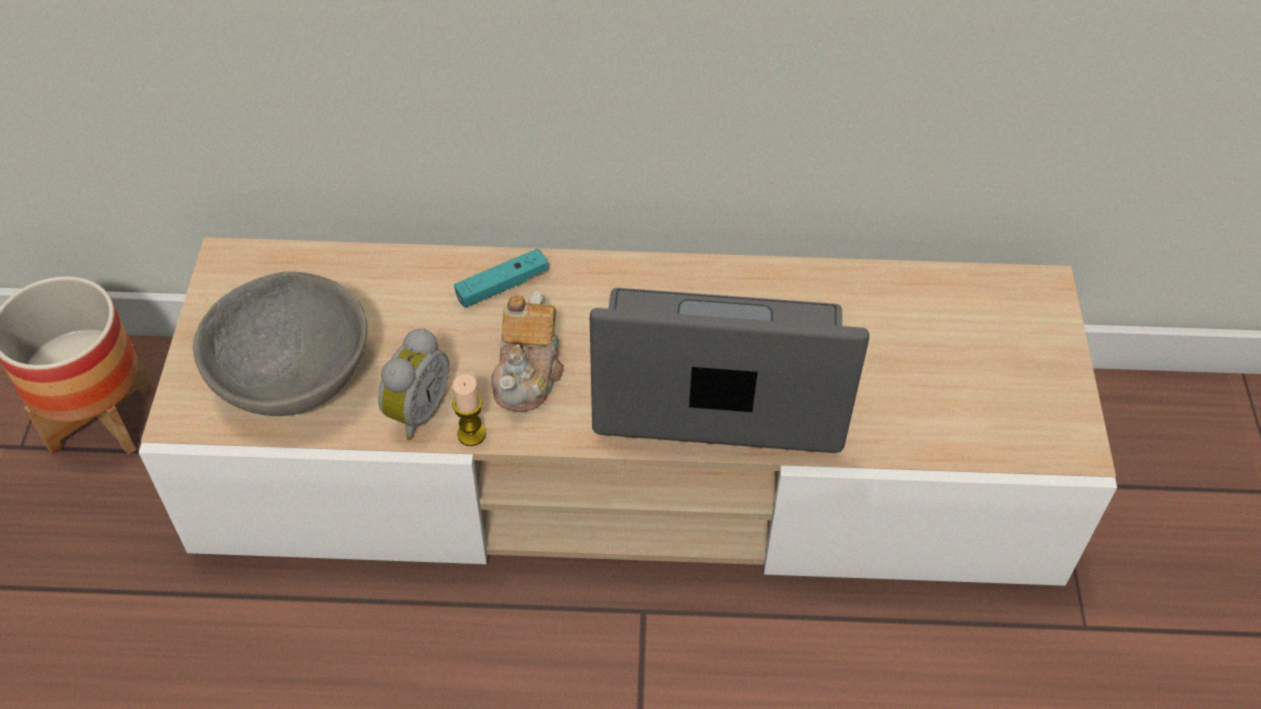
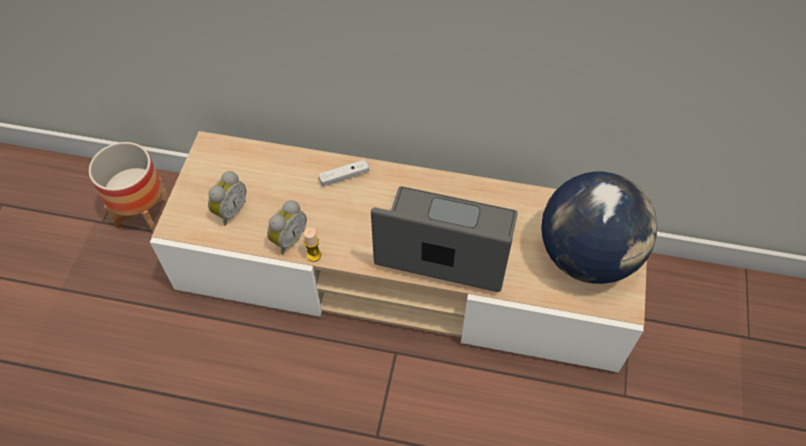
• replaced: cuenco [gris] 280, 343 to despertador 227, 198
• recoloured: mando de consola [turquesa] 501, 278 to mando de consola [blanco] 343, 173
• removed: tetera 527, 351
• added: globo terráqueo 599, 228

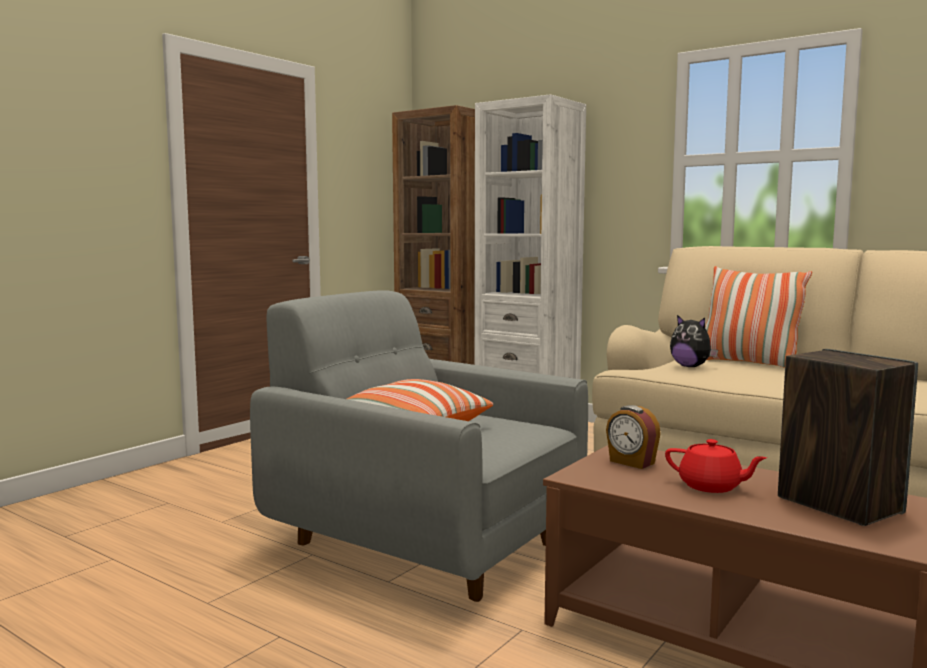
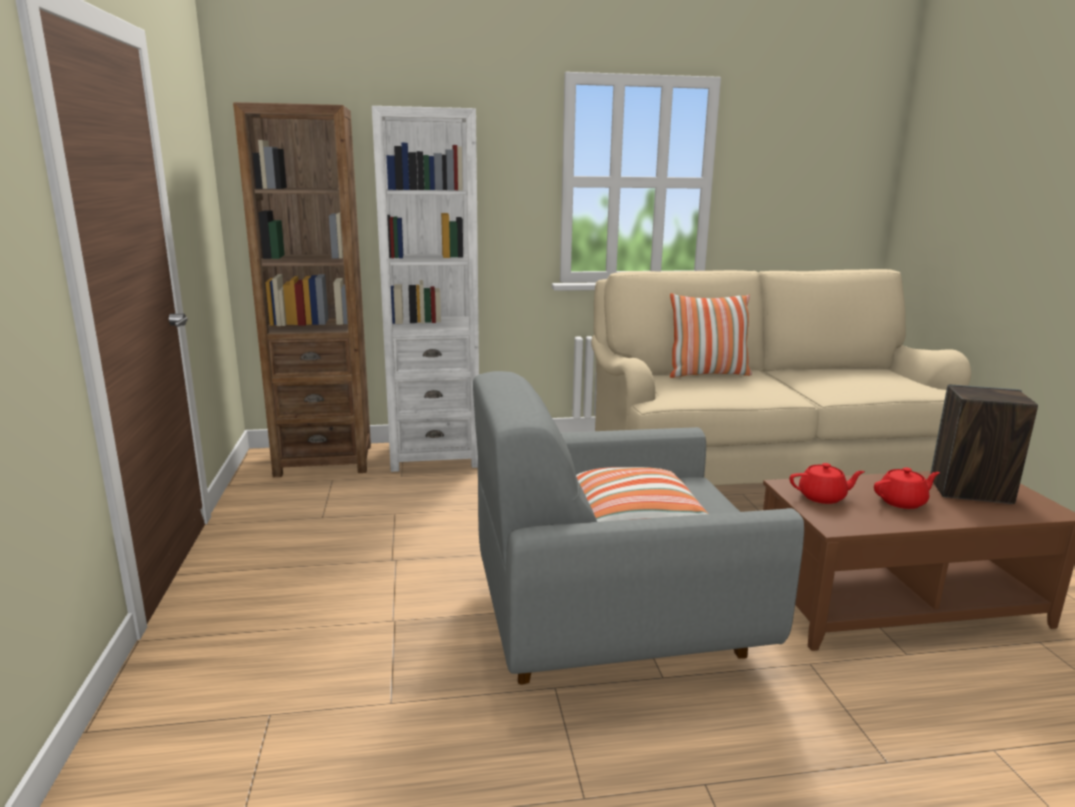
• replaced: despertador 633, 437 to tetera [rojo] 827, 483
• removed: peluche 694, 341

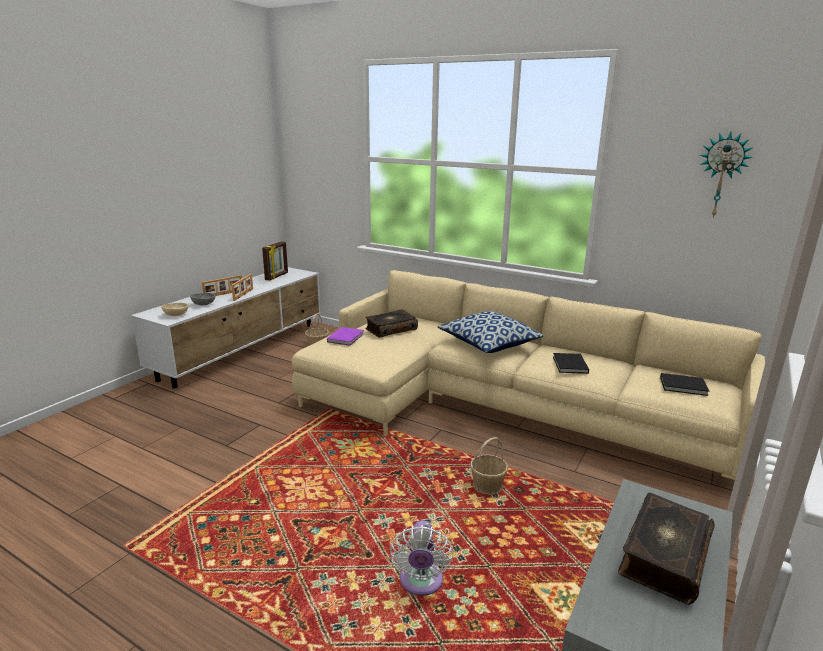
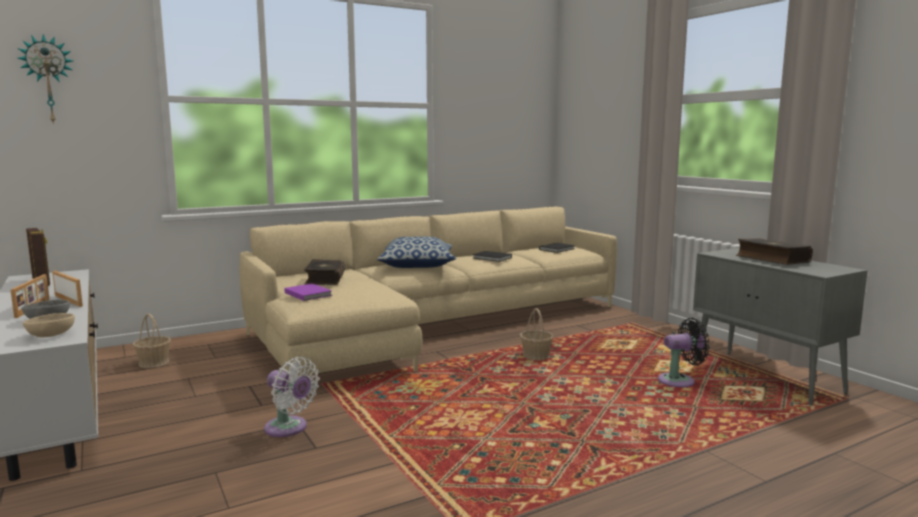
• moved: ventilador [blanco] 421, 558 to 292, 397
• moved: reloj de pared 726, 175 to 45, 79
• added: ventilador [negro] 684, 353

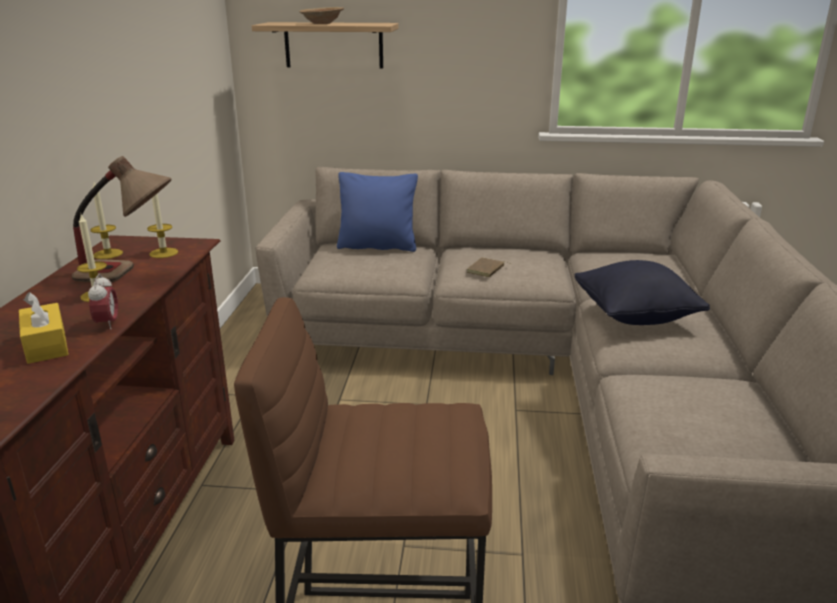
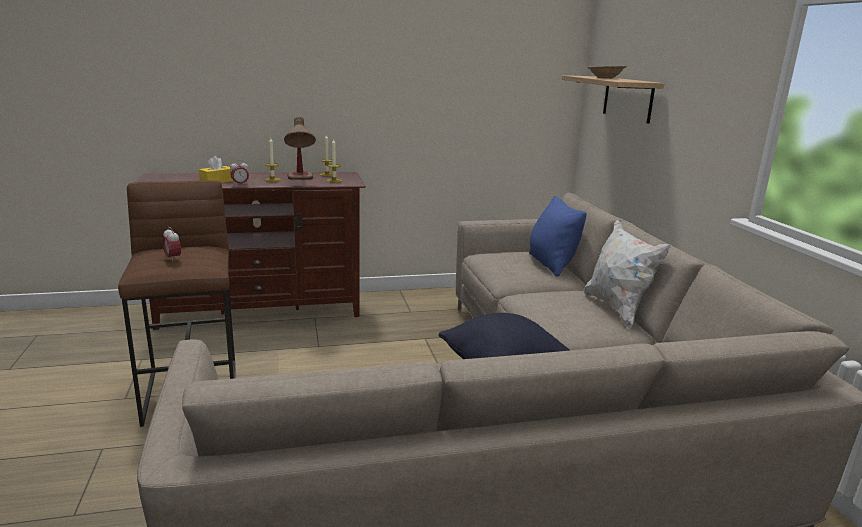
• removed: libro [marrón] 489, 267
• added: despertador 171, 244
• added: cojín [blanco] 627, 274

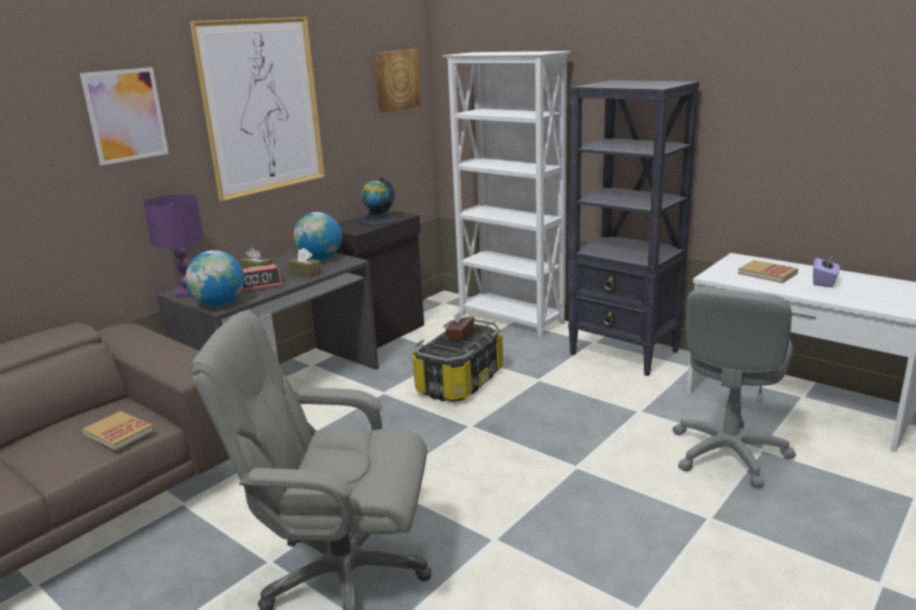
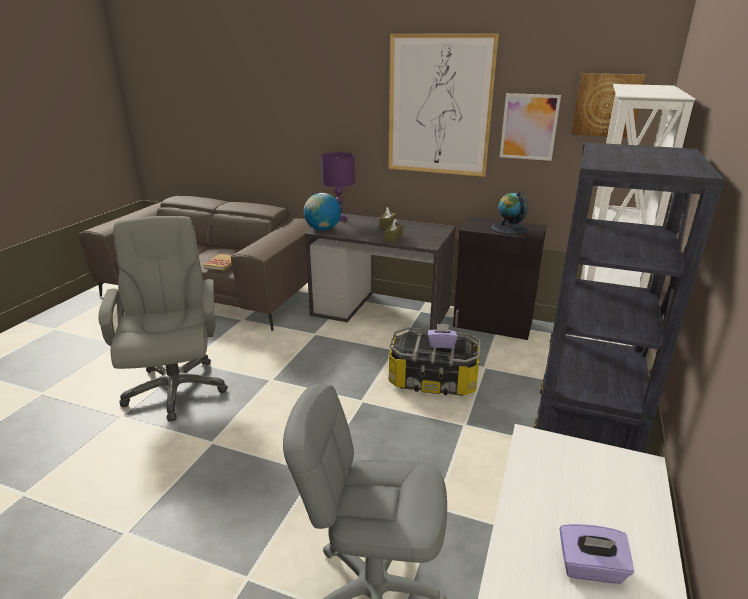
• moved: cuadro 124, 116 to 530, 127
• removed: despertador 261, 278
• removed: globo terráqueo 317, 236
• recoloured: caja de pañuelos [marrón] 460, 326 to caja de pañuelos [morado] 442, 336
• removed: libro 768, 271

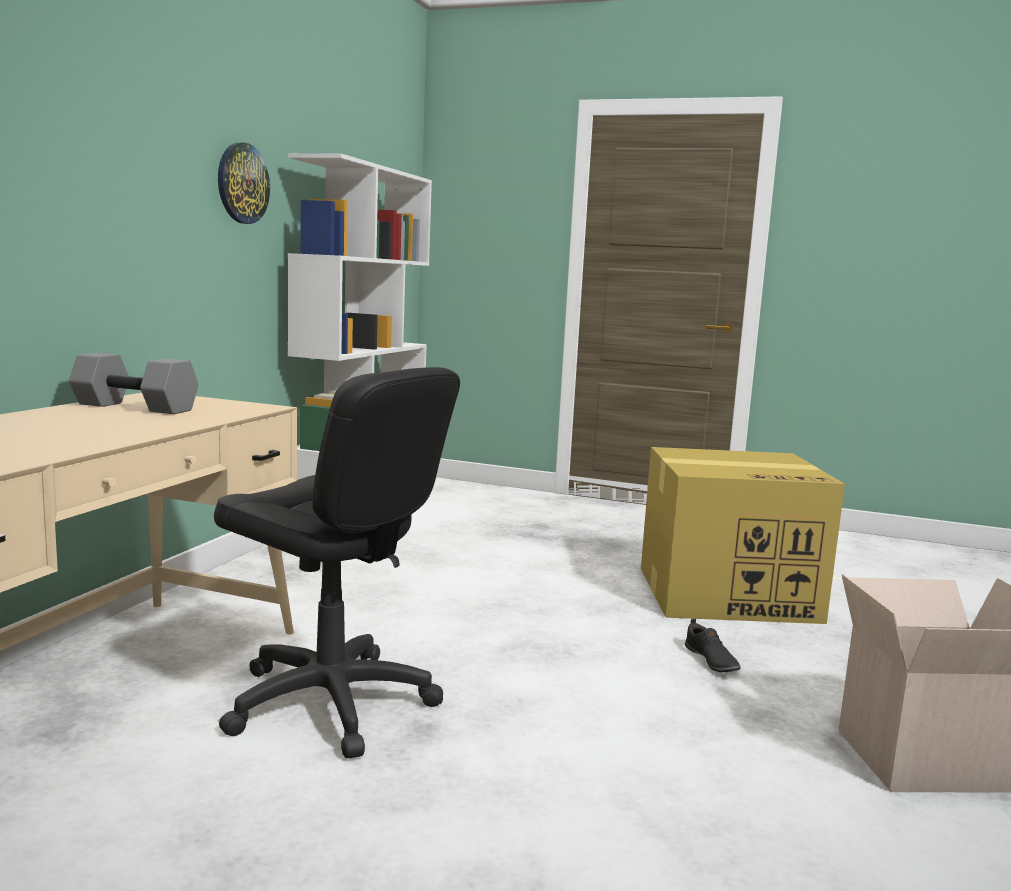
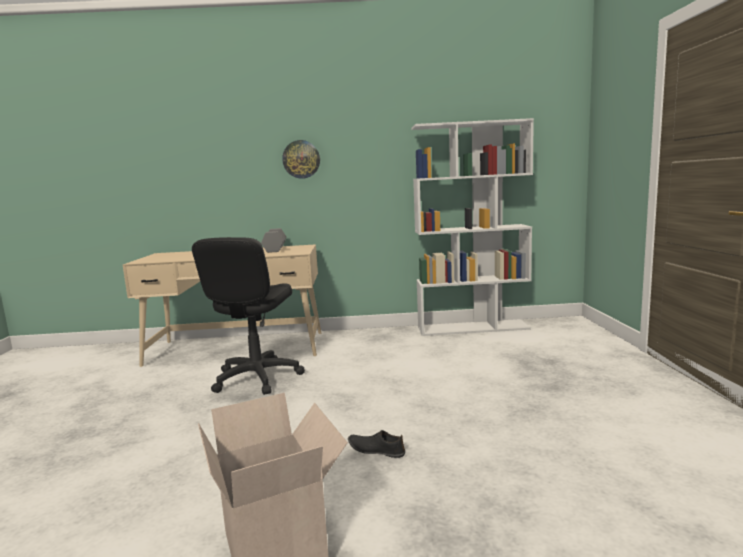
• moved: reloj de pared 244, 183 to 301, 159
• removed: caja de cartón 743, 535
• turned: zapato [negro] 713, 645 = 376, 444 60 degrees clockwise

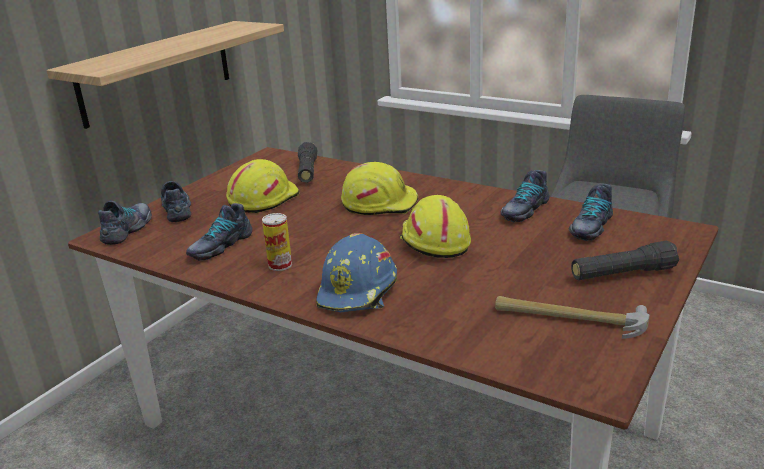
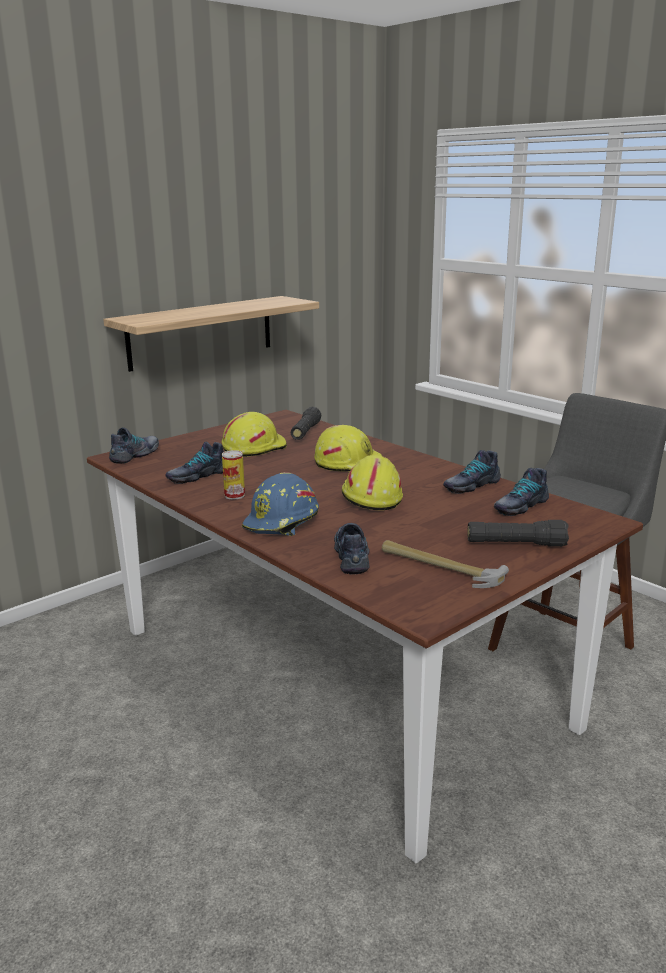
• moved: zapato 176, 201 to 352, 549

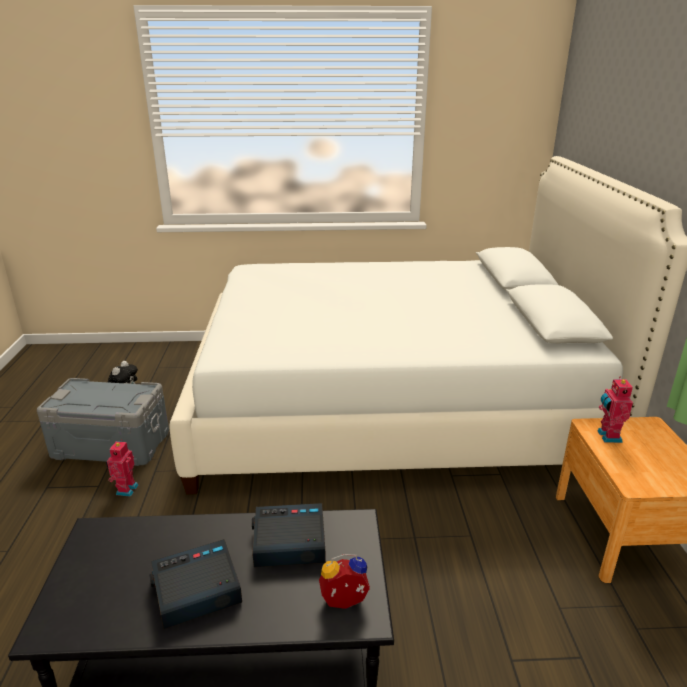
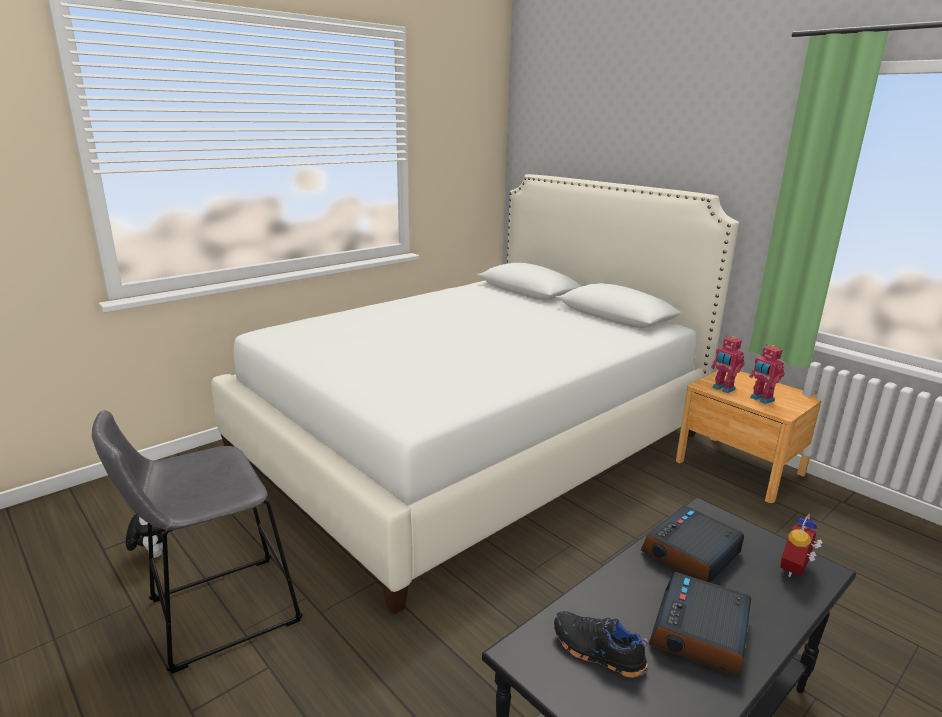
• replaced: caja de almacenaje [gris] 103, 422 to taburete [gris] 197, 542
• moved: robot de juguete 122, 468 to 767, 374
• added: zapato [negro] 601, 644

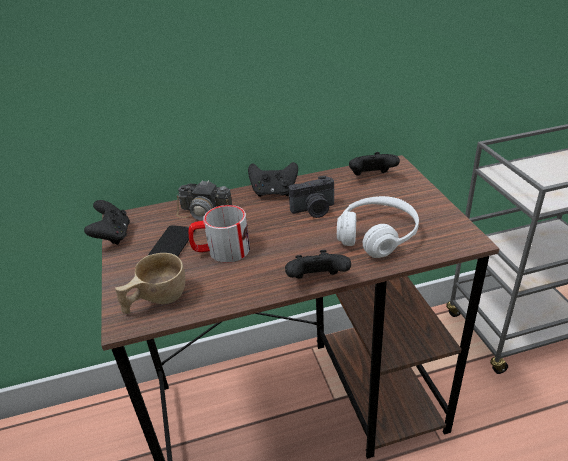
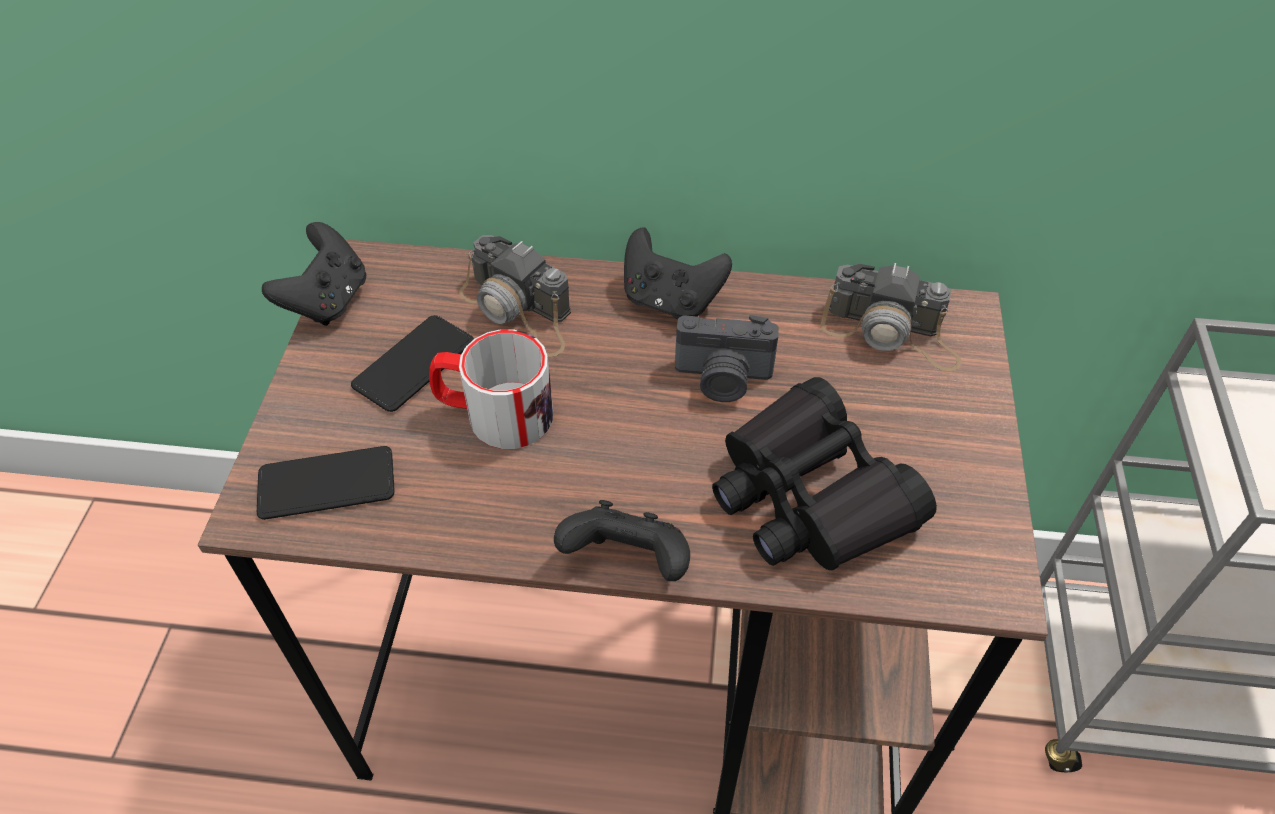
• replaced: taza [beis] 150, 283 to móvil 326, 483
• replaced: auriculares [blanco] 378, 227 to prismáticos [negro] 824, 473
• replaced: mando de consola [negro] 374, 164 to cámara 891, 317

